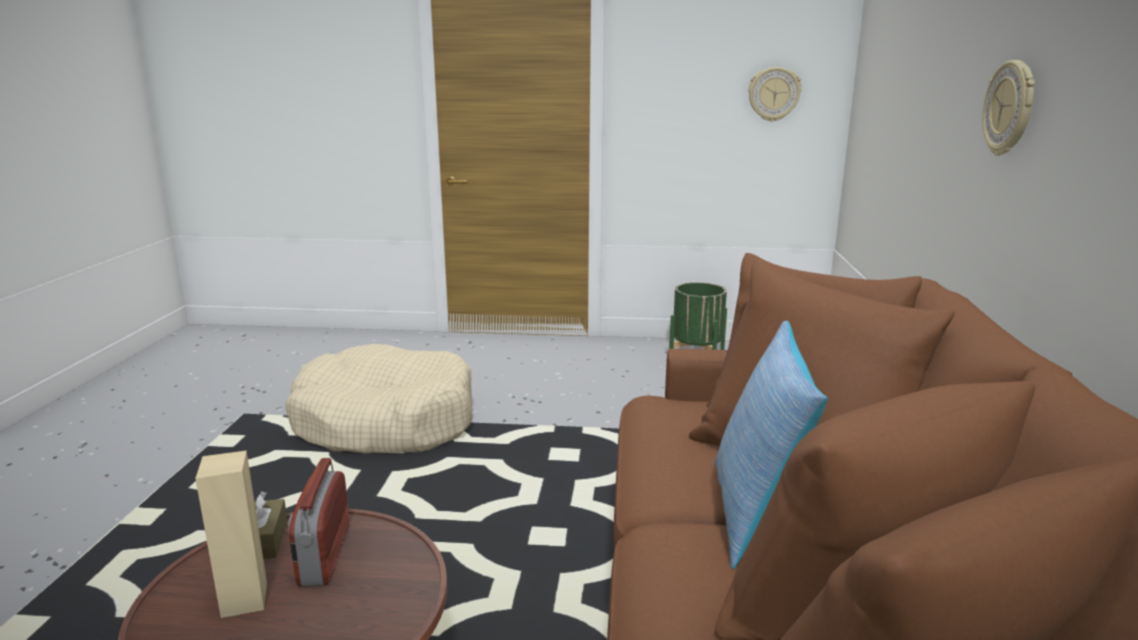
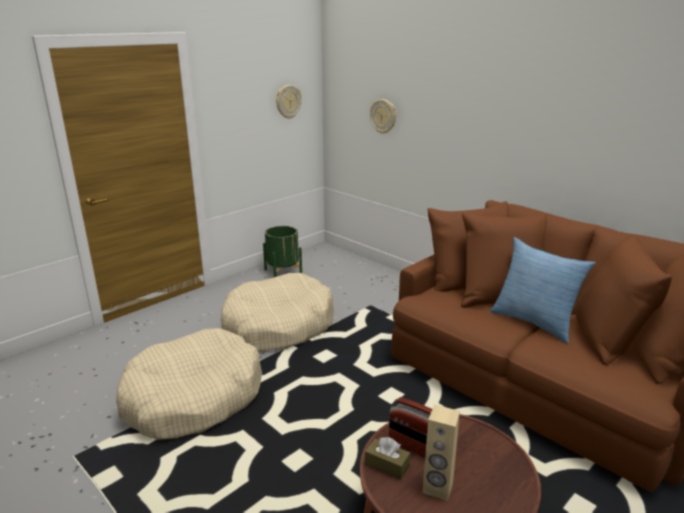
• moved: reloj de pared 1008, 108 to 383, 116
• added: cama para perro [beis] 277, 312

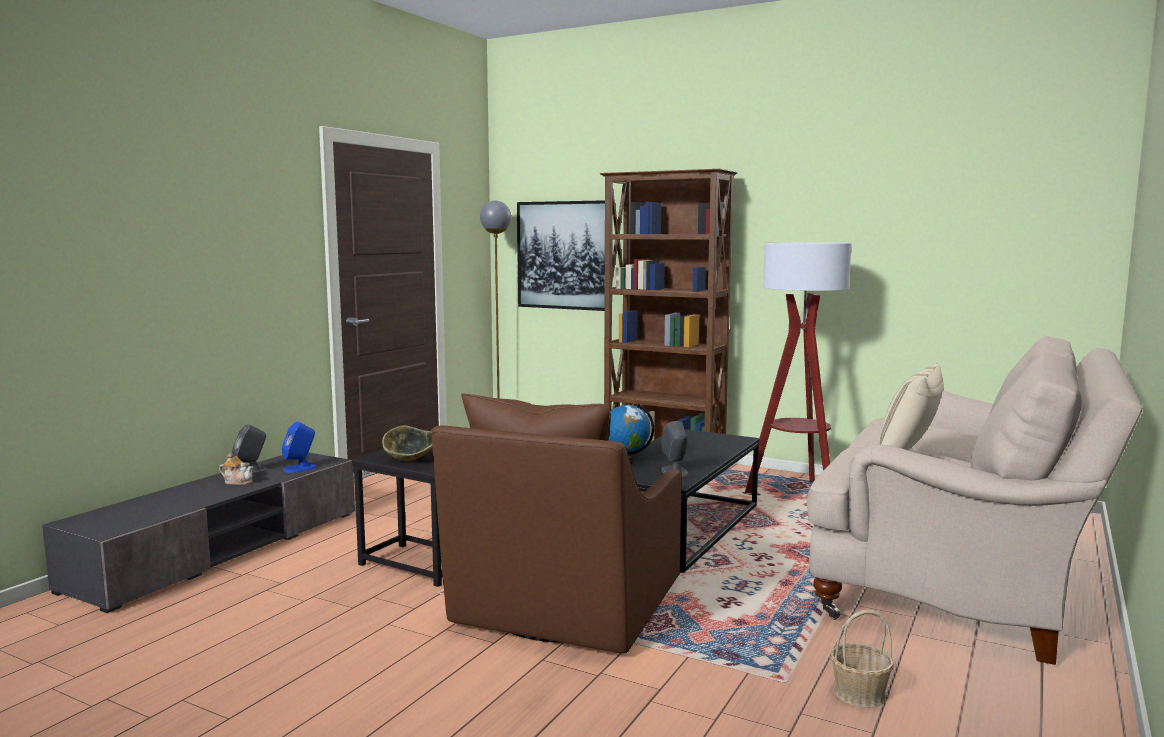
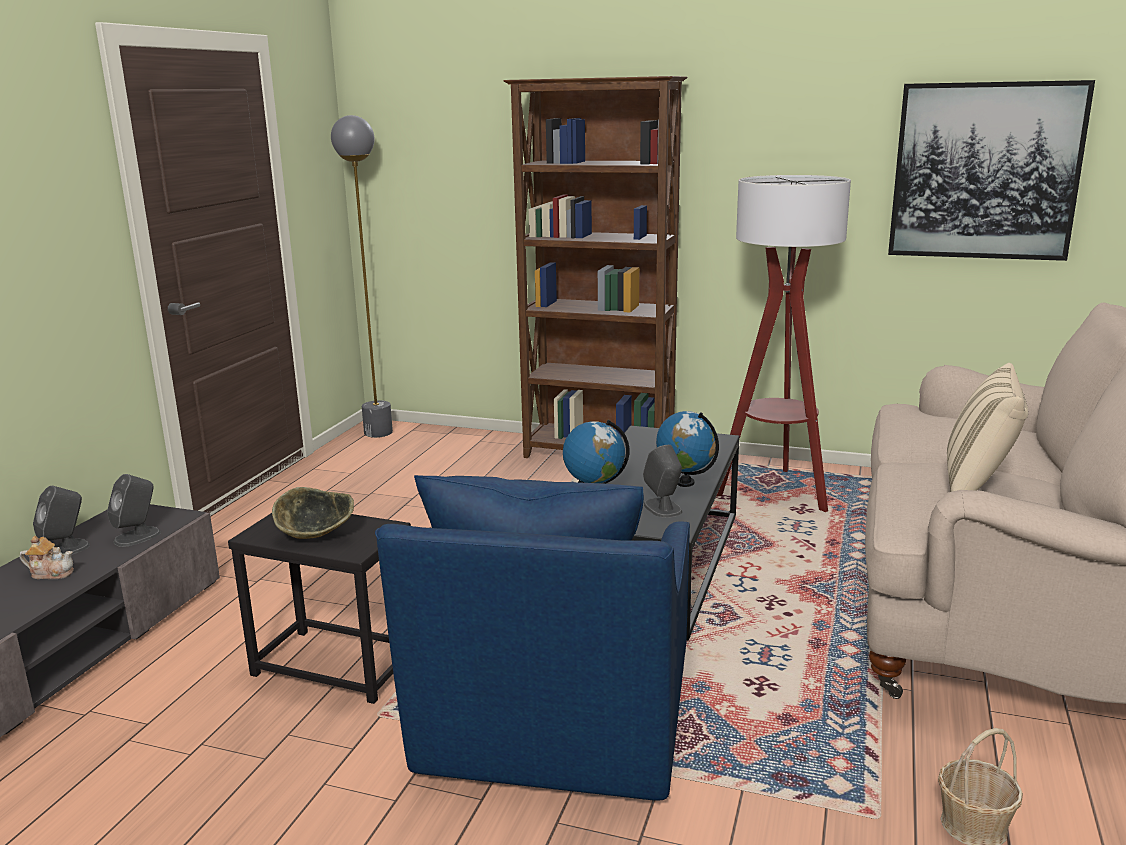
• recoloured: altavoz [azul] 299, 447 to altavoz [gris] 134, 510
• recoloured: sillón [marrón] 556, 523 to sillón [azul] 532, 638
• moved: cuadro 565, 255 to 991, 170
• added: globo terráqueo 687, 449

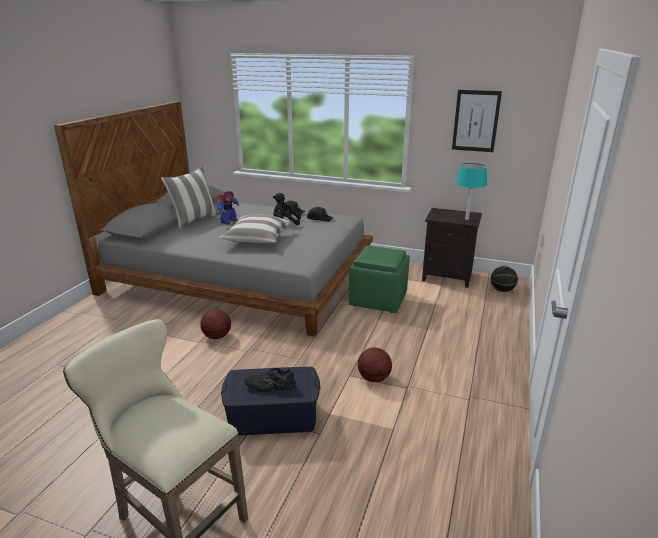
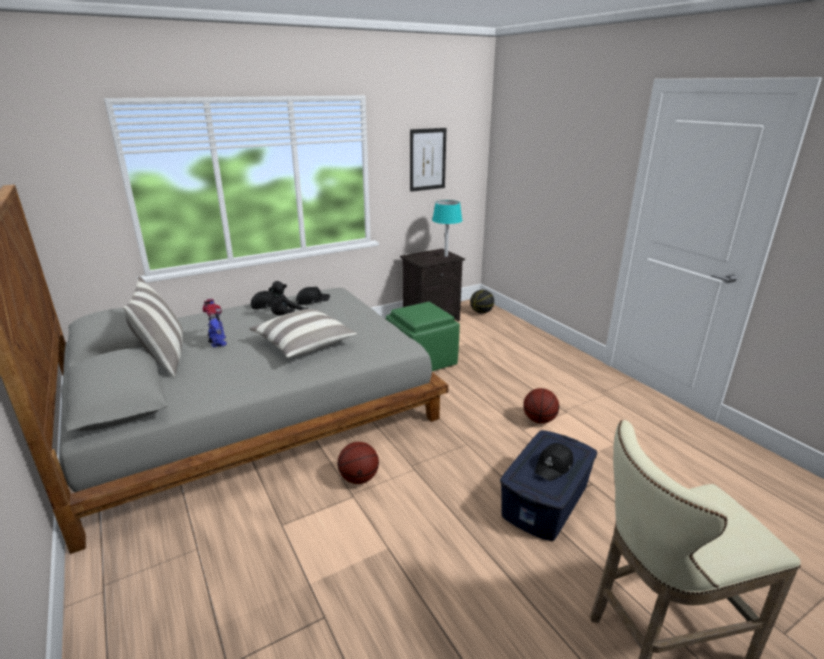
• replaced: zapato [negro] 270, 380 to gorra [negro] 553, 462

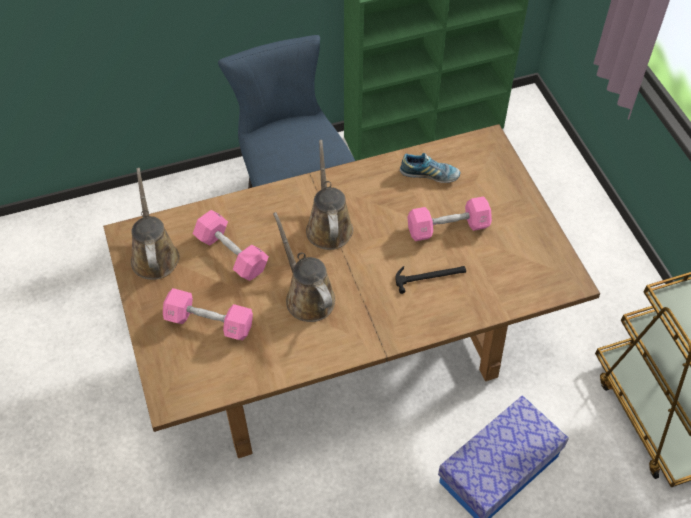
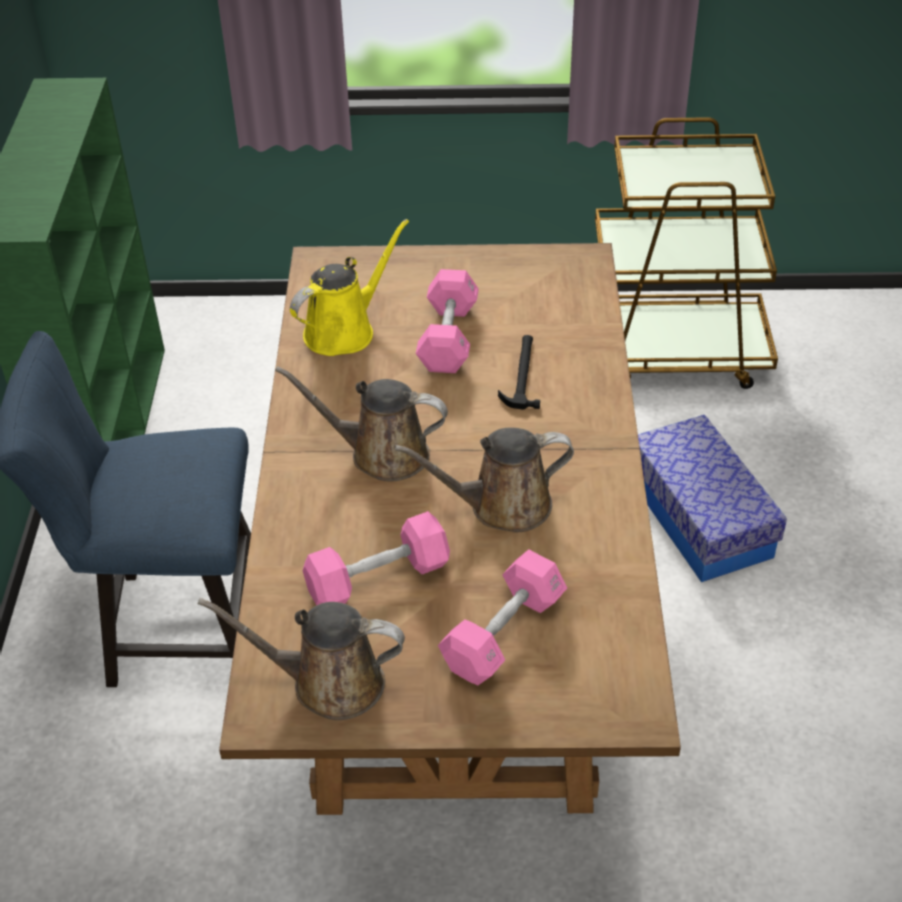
• replaced: zapato 430, 168 to regadera [amarillo] 349, 287

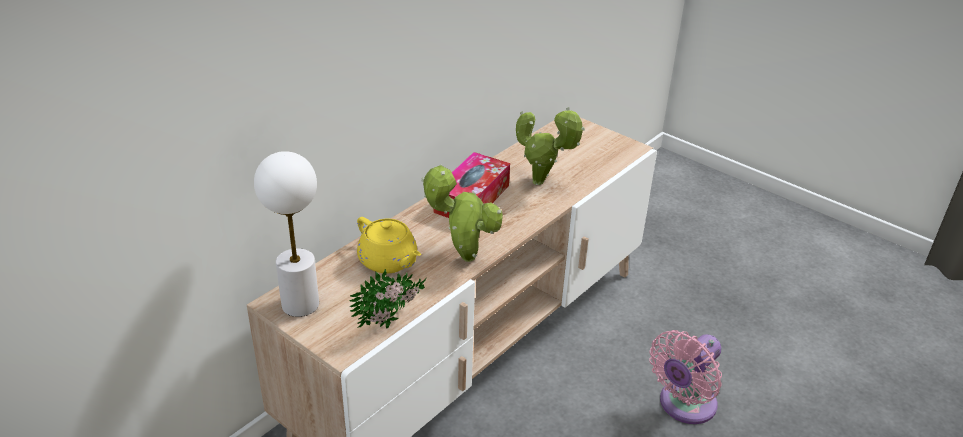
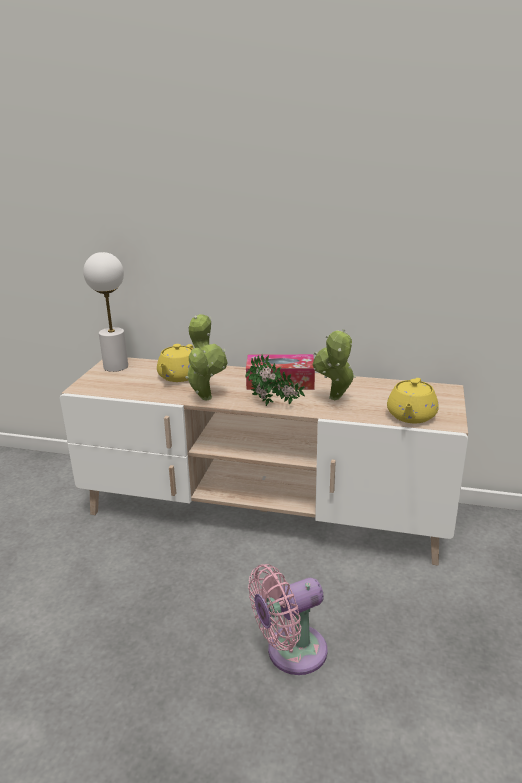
• moved: planta en maceta 387, 299 to 275, 379
• turned: ventilador [rosa] 685, 377 = 288, 619 45 degrees counterclockwise
• added: tetera [amarillo] 413, 400

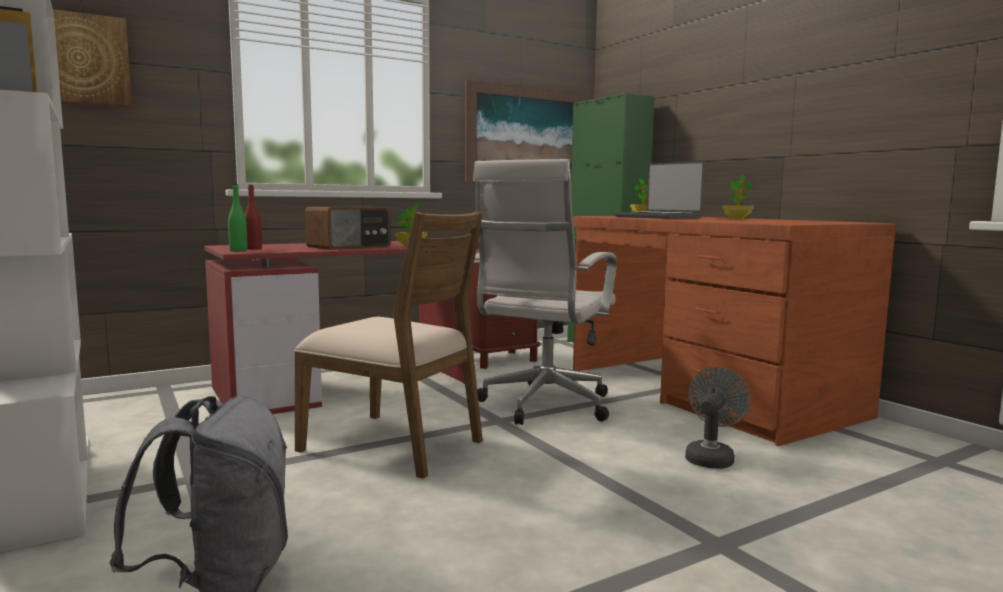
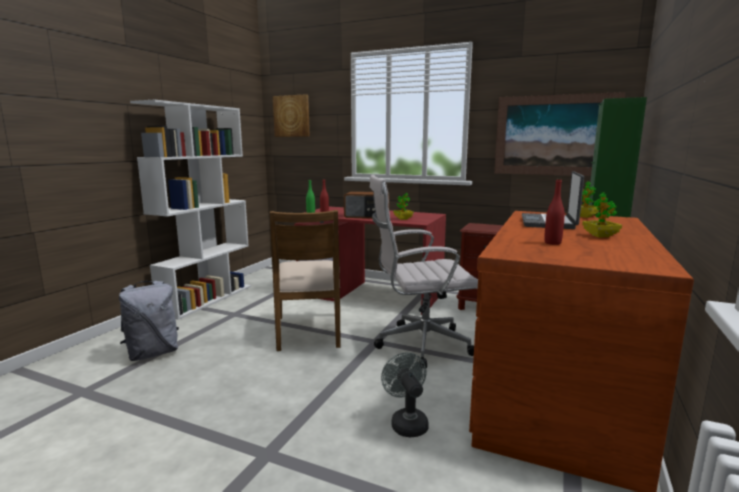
• turned: ventilador [gris] 718, 418 = 405, 395 105 degrees counterclockwise
• added: botella [rojo] 554, 211

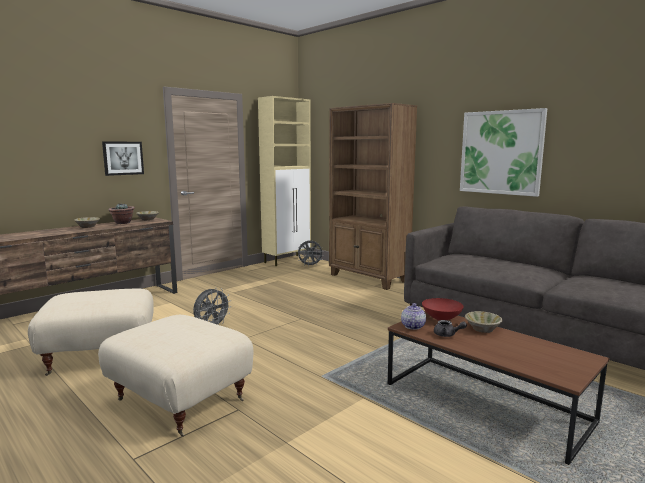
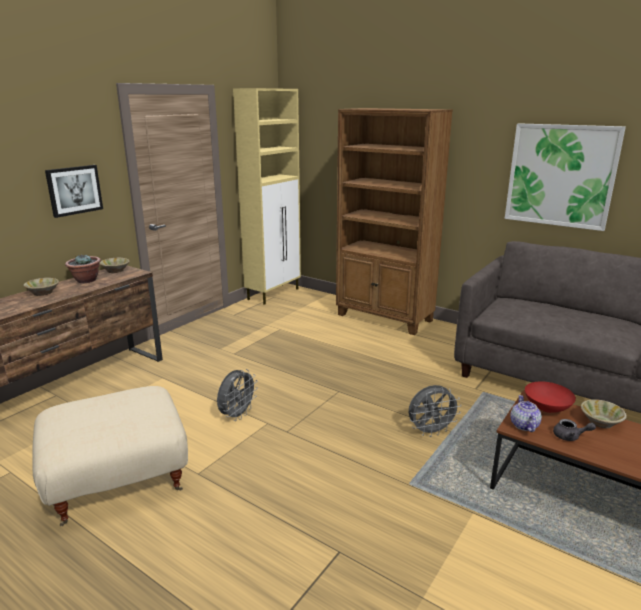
• removed: puf [beis] 175, 376
• moved: ventilador [gris] 311, 253 to 435, 411

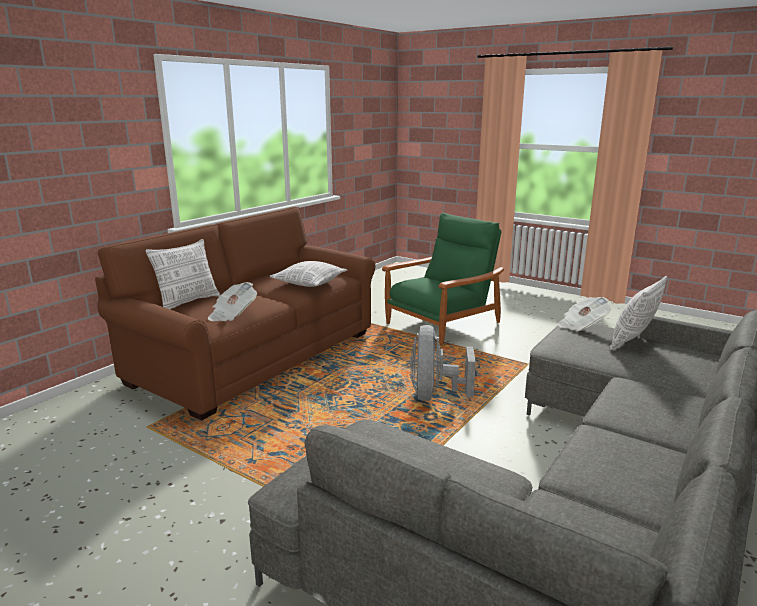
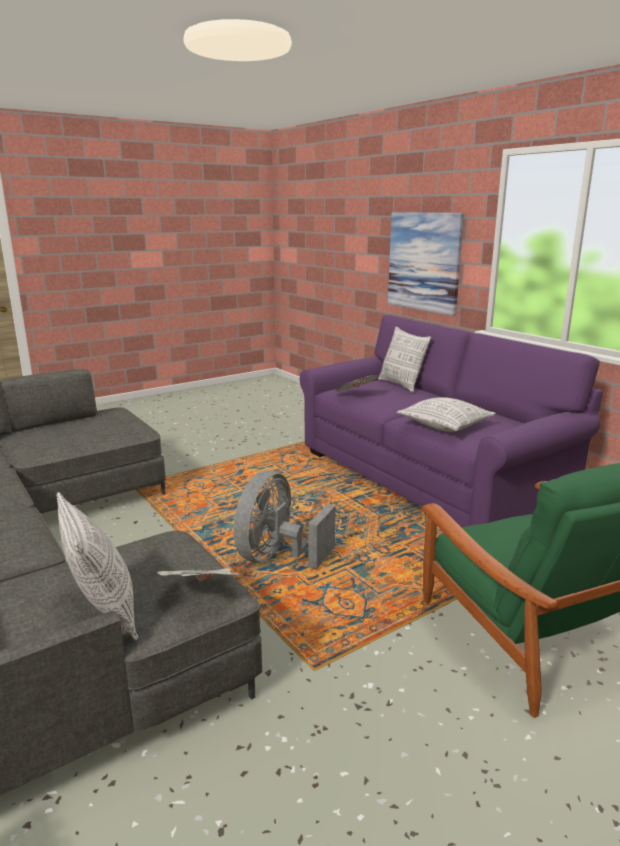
• recoloured: sofá [marrón] 235, 314 to sofá [morado] 451, 421
• turned: ventilador [gris] 443, 363 = 284, 519 90 degrees counterclockwise
• added: cuadro 426, 264

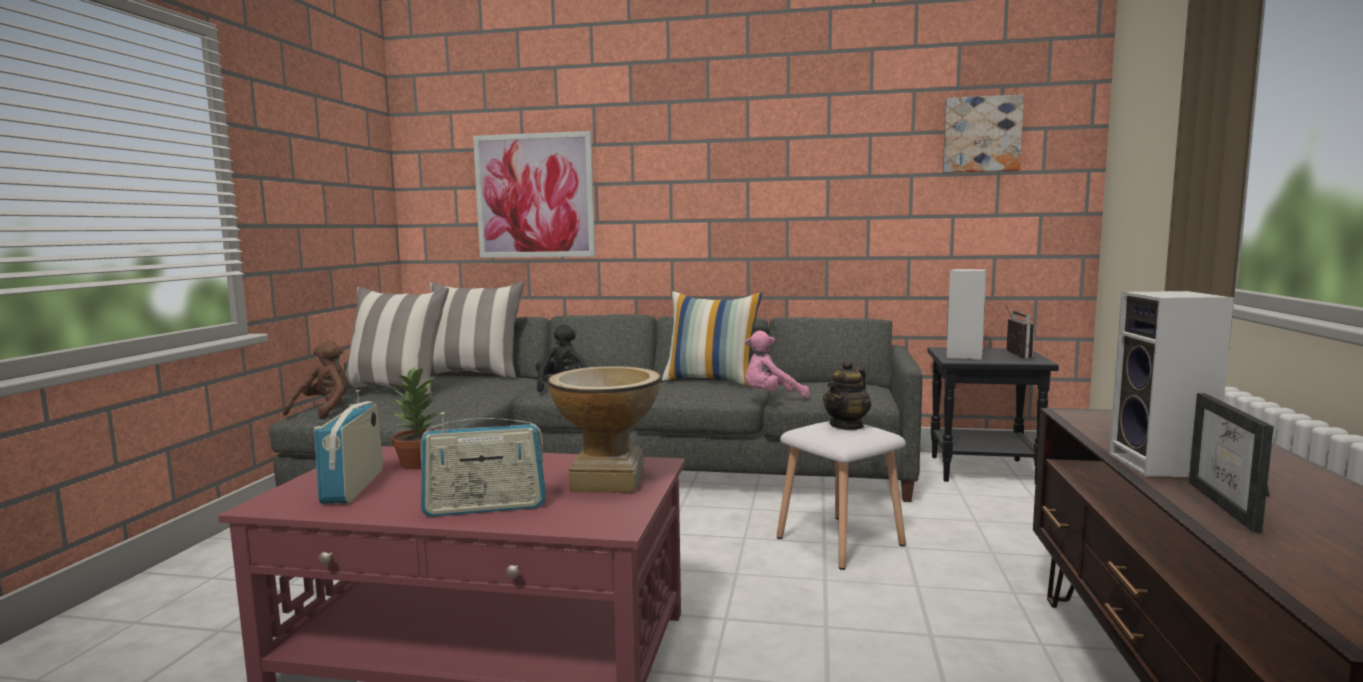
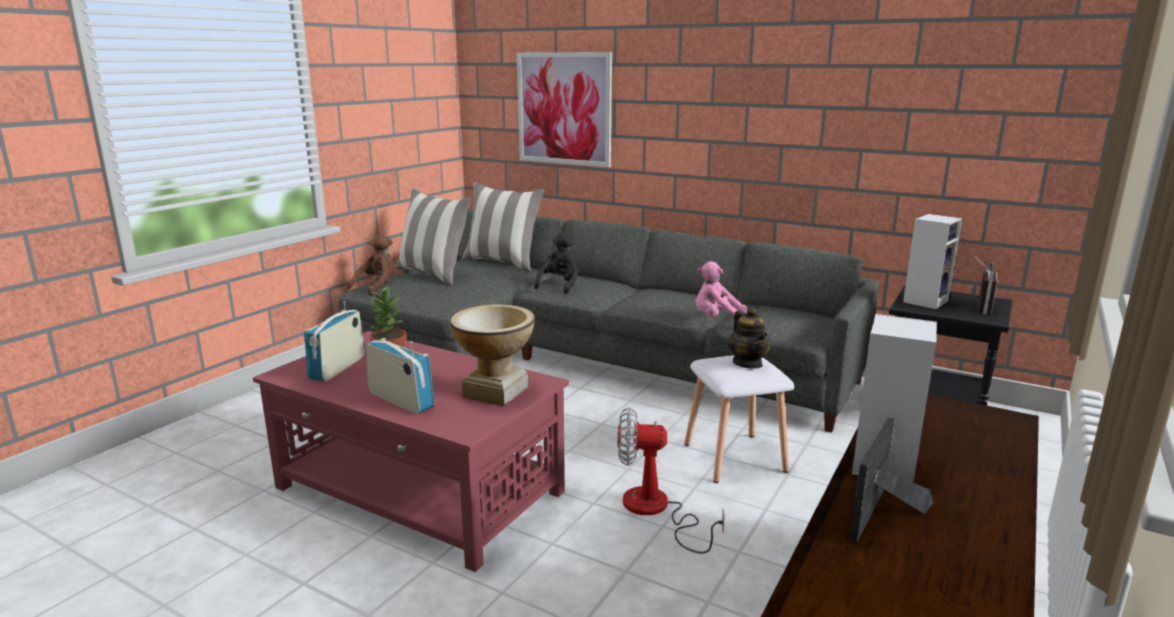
• turned: radio 483, 464 = 400, 376 150 degrees counterclockwise
• removed: cojín 712, 338
• turned: tetera 847, 395 = 749, 338 75 degrees counterclockwise
• removed: cuadro 983, 133
• added: ventilador 671, 480

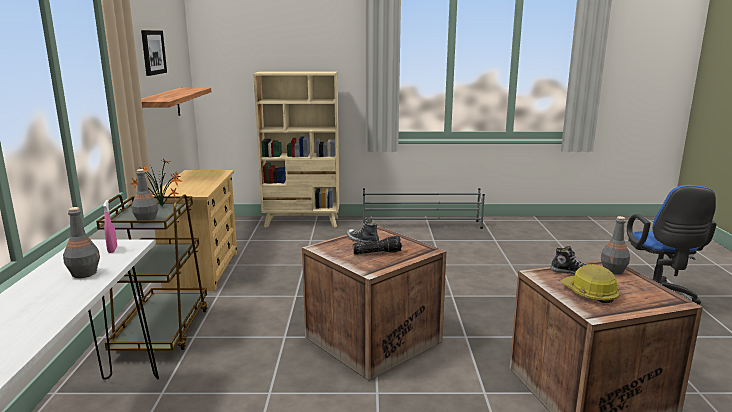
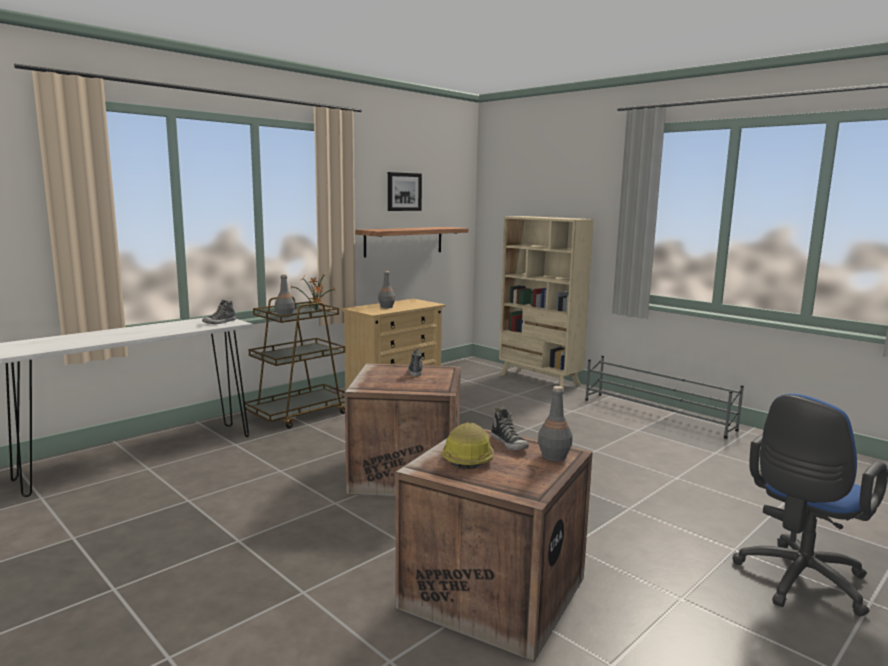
• moved: botella [gris] 81, 242 to 386, 289
• replaced: pulverizador [rosa] 110, 226 to zapato 219, 312
• removed: linterna 377, 245

